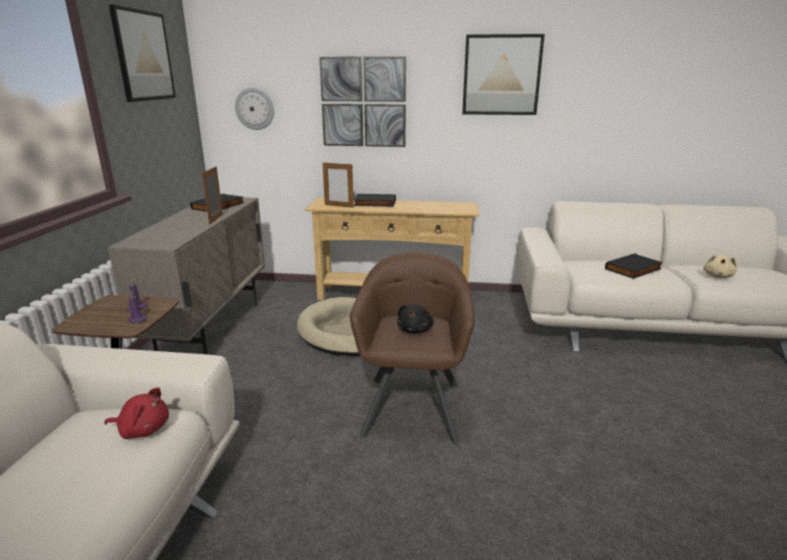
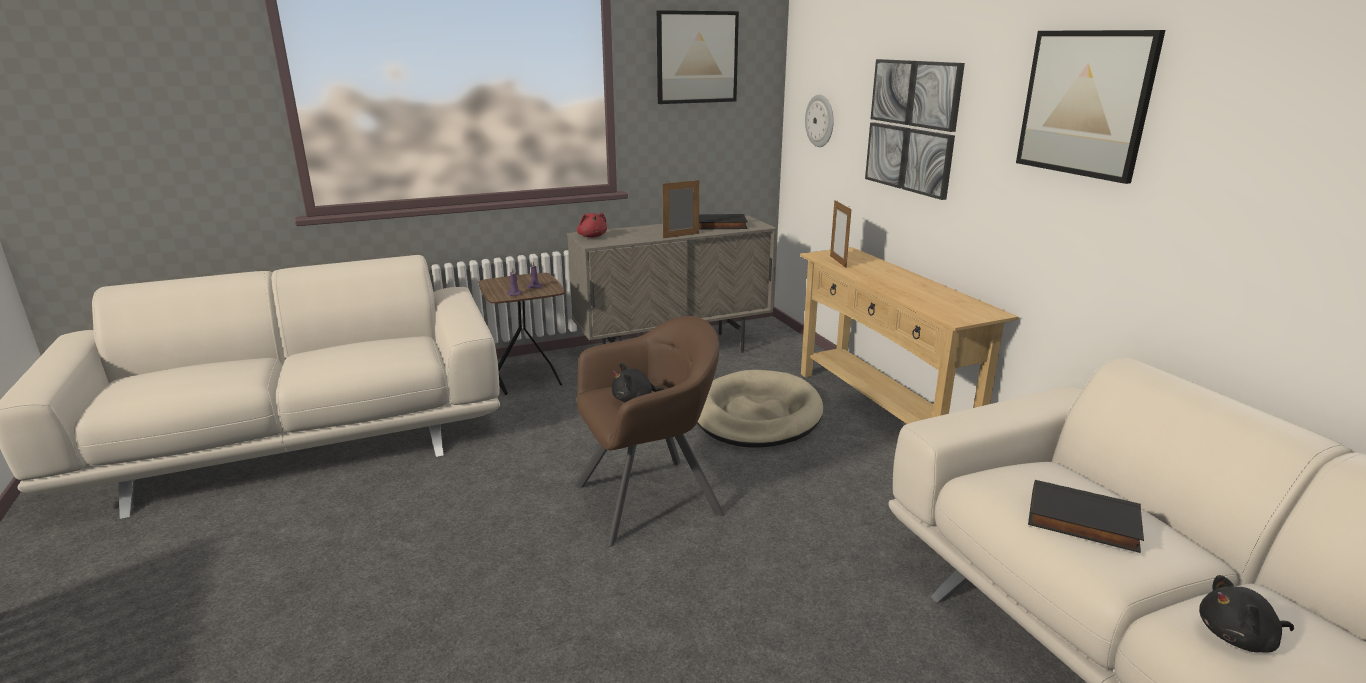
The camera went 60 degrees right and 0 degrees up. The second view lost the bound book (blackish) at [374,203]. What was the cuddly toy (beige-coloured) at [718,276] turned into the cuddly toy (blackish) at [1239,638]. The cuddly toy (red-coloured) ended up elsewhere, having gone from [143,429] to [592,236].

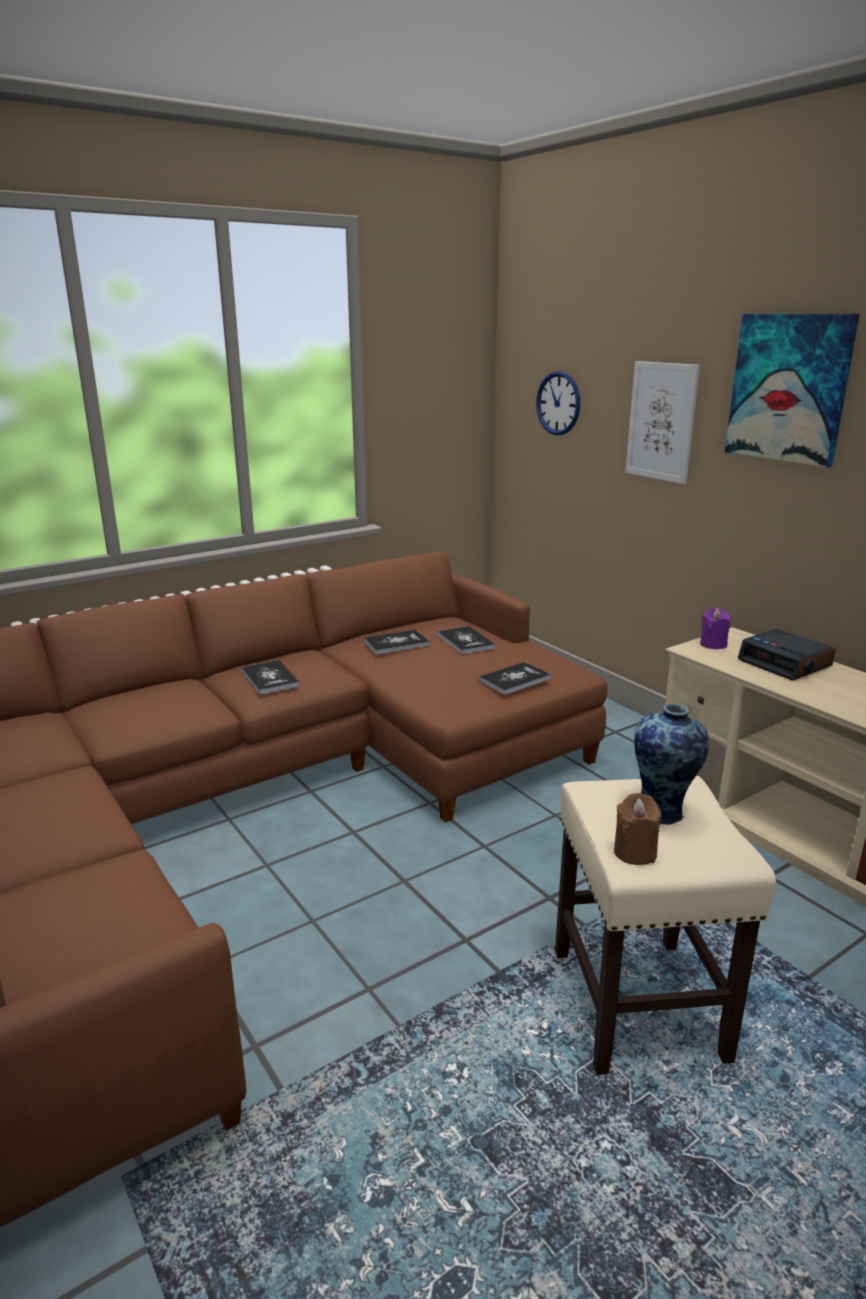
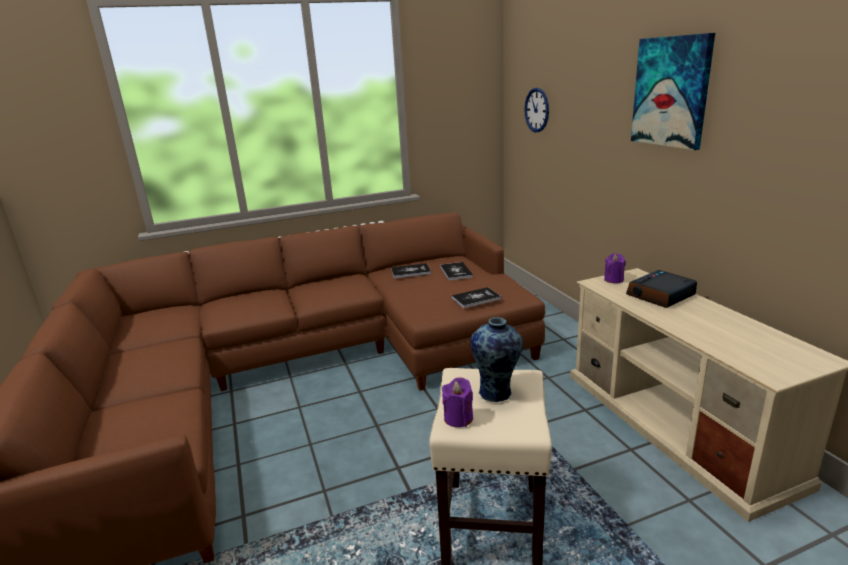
The camera went 15 degrees right and 0 degrees up. The second view lost the picture at [661,421]. The alarm clock at [785,663] ended up facing another way, 75 degrees clockwise from before. The second view lost the bound book at [269,678]. What was the wax light (brown-coloured) at [635,852] turned into the wax light (purple) at [458,418].

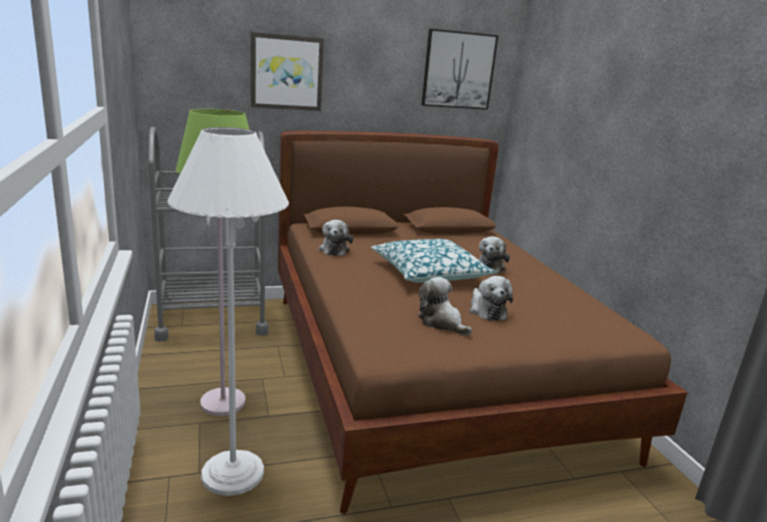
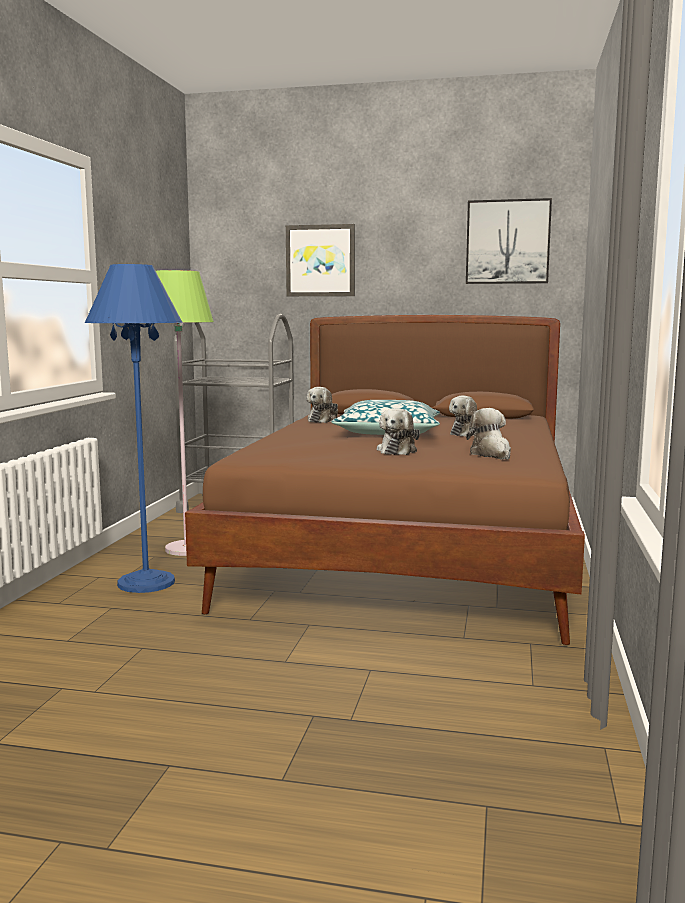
The camera went 30 degrees right and 10 degrees down. What was the standing lamp (whitish) at [232,473] turned into the standing lamp (bluish) at [146,582]. The cuddly toy ended up elsewhere, having gone from [441,322] to [491,454].

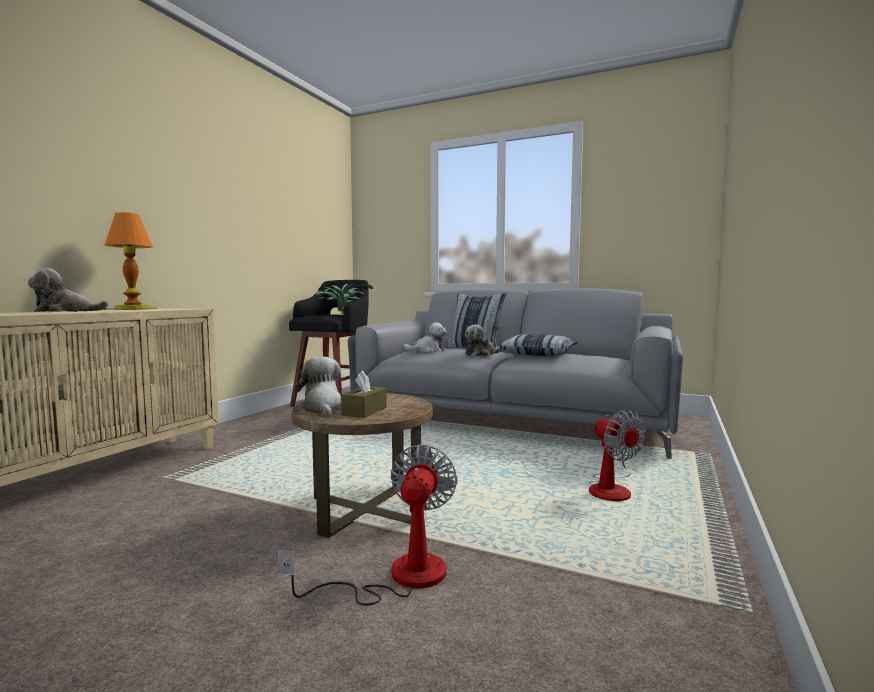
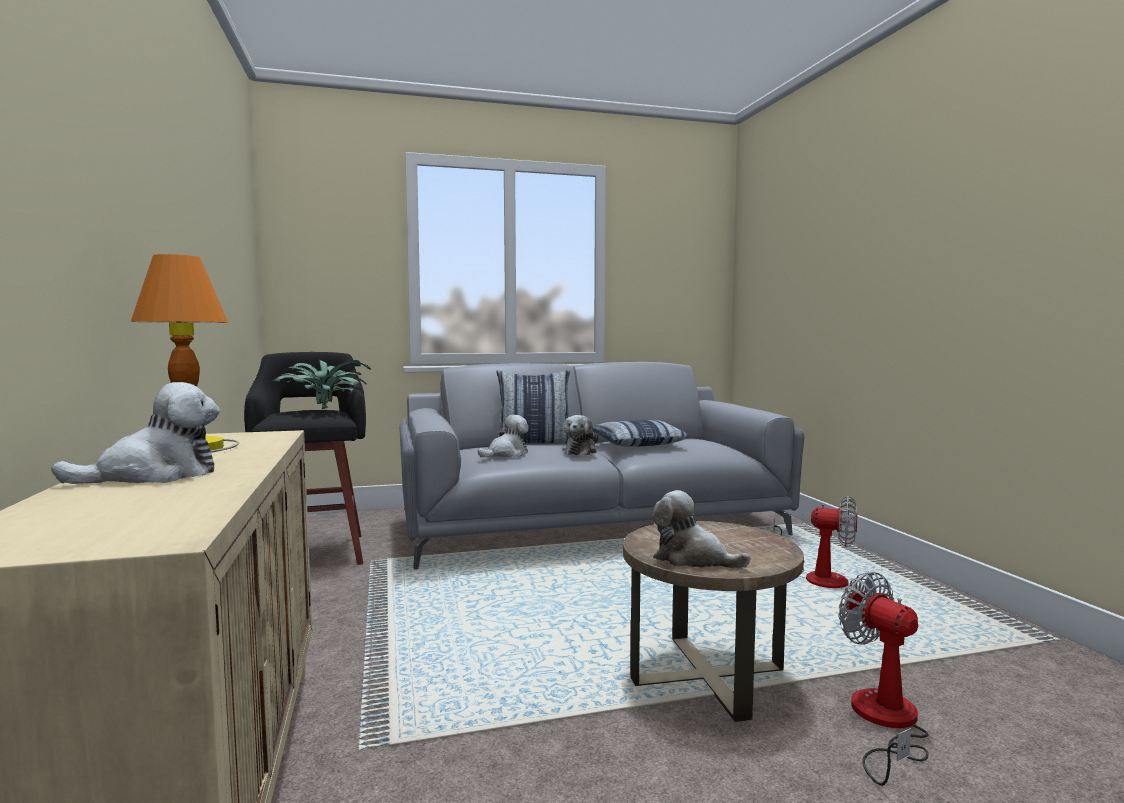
The camera went 40 degrees left and 0 degrees up. The cuddly toy at [65,311] ended up facing another way, 150 degrees counterclockwise from before. The second view lost the box of tissues (brown-coloured) at [364,411].

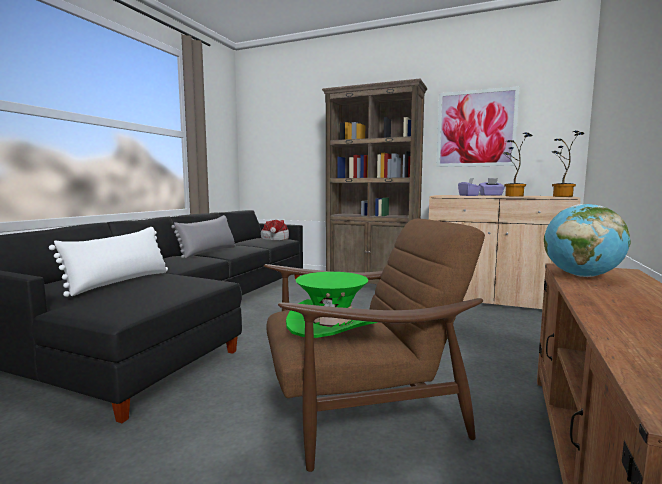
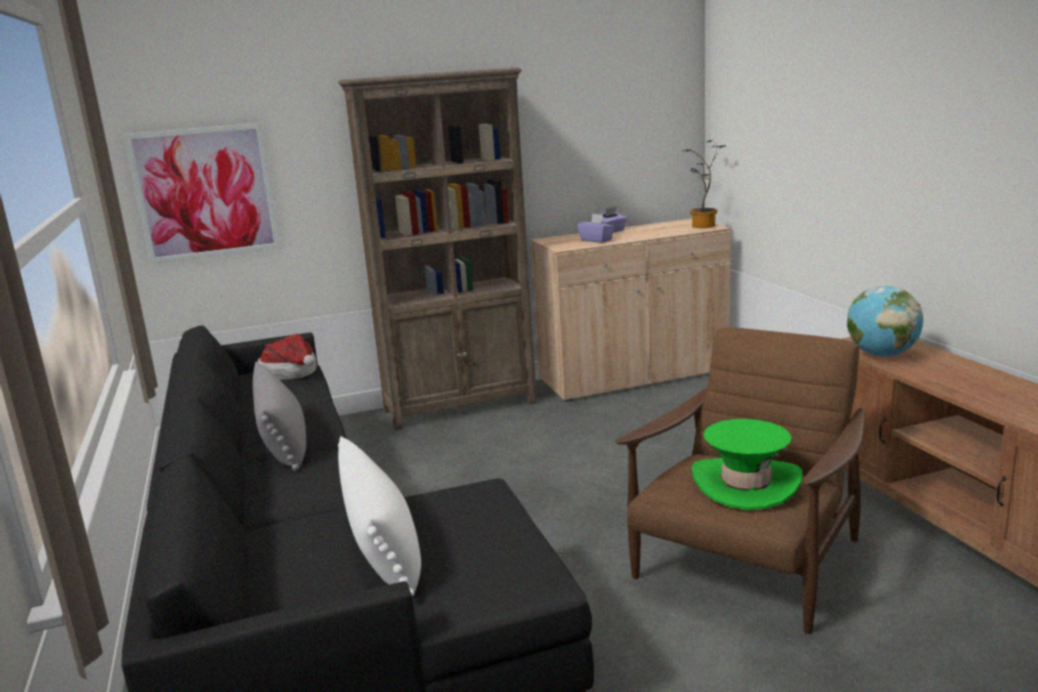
The camera went 40 degrees left and 10 degrees up. The picture ended up elsewhere, having gone from [476,128] to [205,193]. The second view lost the plant in a pot at [512,196].

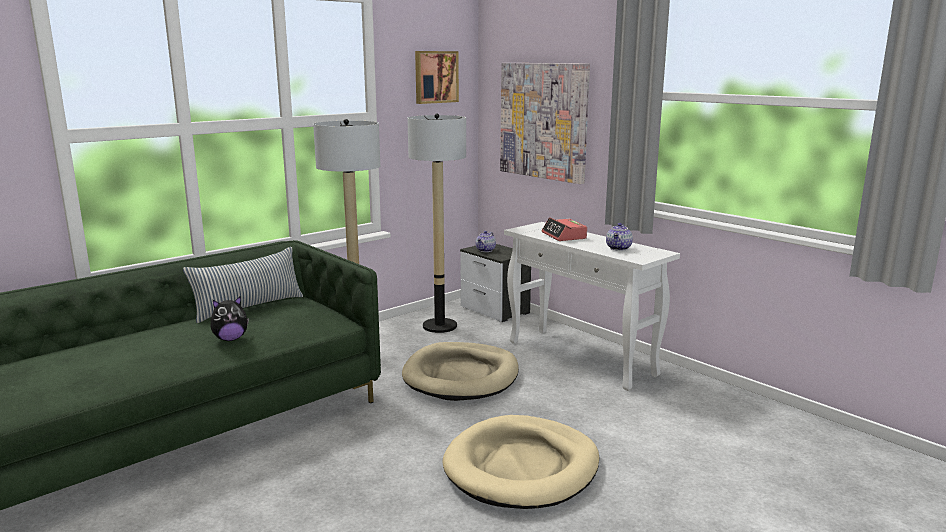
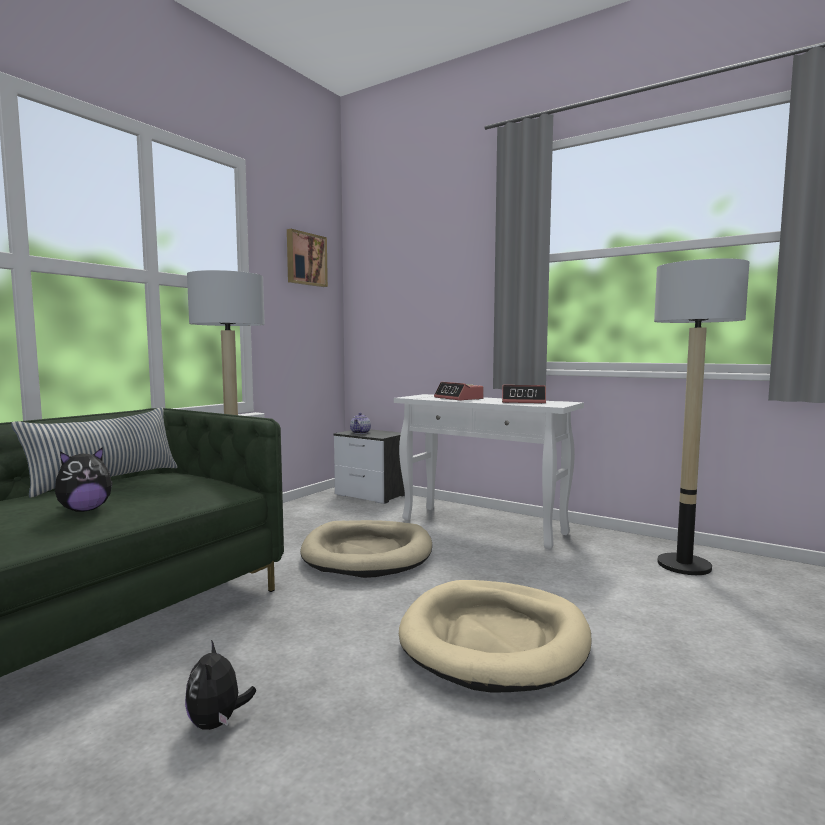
The camera went 15 degrees left and 10 degrees down. The second view lost the picture at [544,121]. The standing lamp ended up elsewhere, having gone from [440,326] to [684,565]. Where the pot for tea stood at [619,248], the alarm clock came to stand at [523,402]. The second view gained the cuddly toy at [217,722].

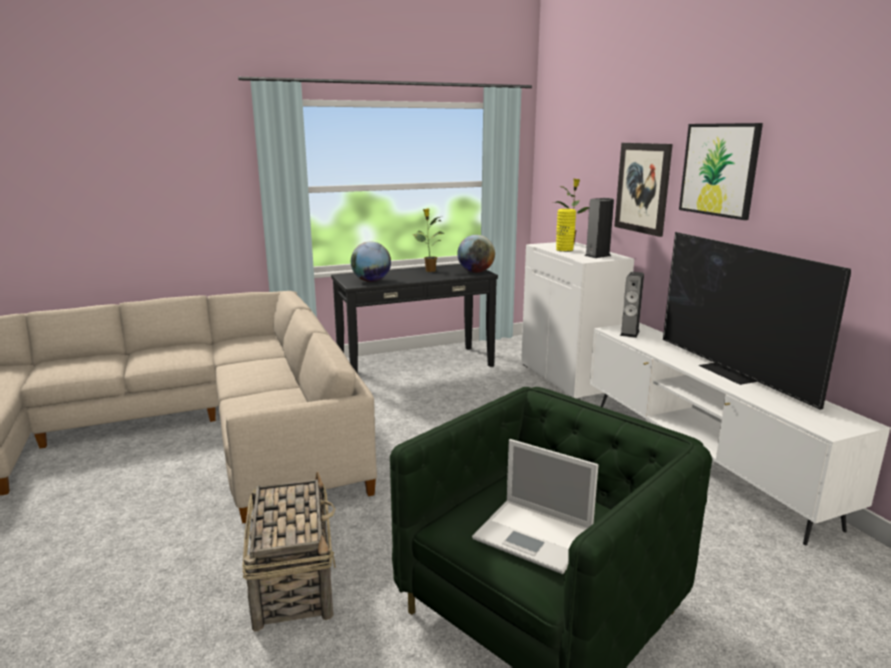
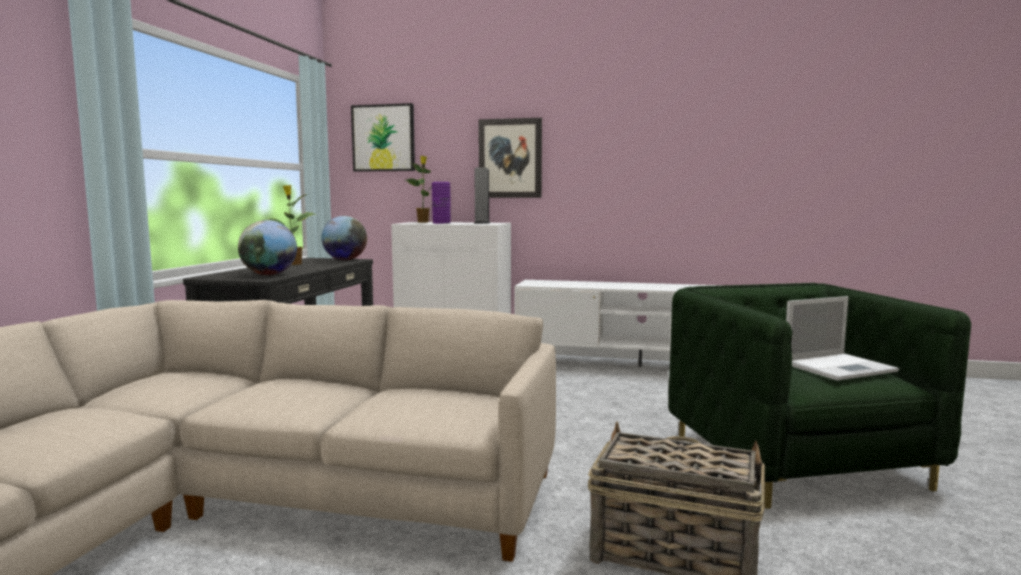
The camera went 55 degrees left and 10 degrees down. The picture ended up elsewhere, having gone from [719,170] to [383,138]. What was the decorative vase (yellowish) at [564,250] turned into the decorative vase (purple) at [441,223]. The second view lost the television at [731,373]. The second view lost the speaker at [629,333].

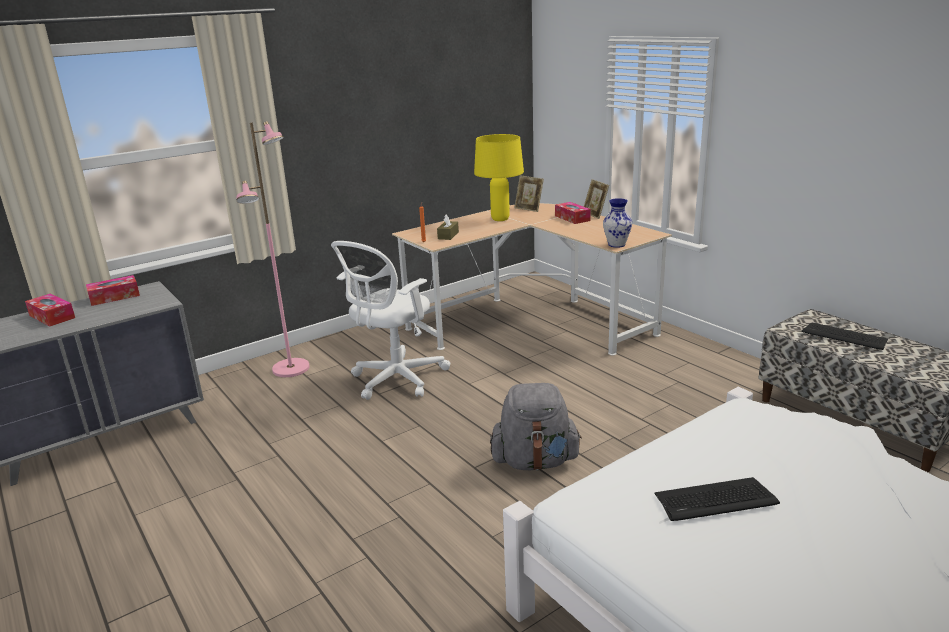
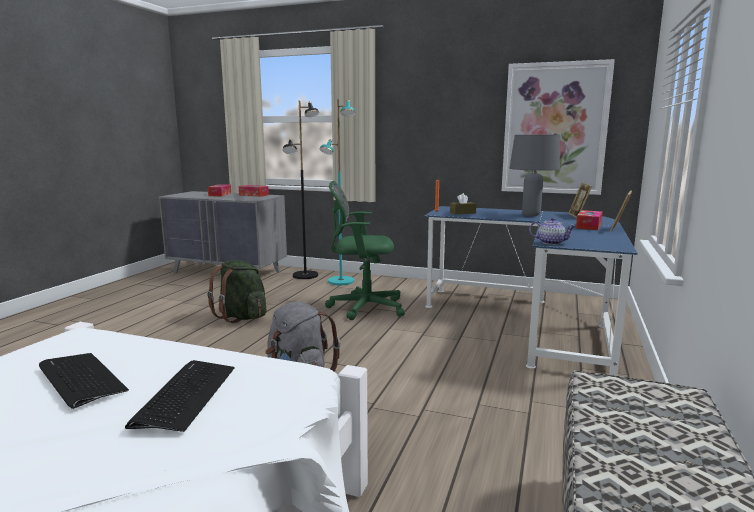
The camera went 55 degrees right and 10 degrees down. What was the standing lamp (pinkish) at [291,369] turned into the standing lamp (turquoise-coloured) at [340,281]. What was the table lamp (yellowish) at [500,219] turned into the table lamp (gray) at [530,215]. Where the decorative vase stood at [616,245], the pot for tea came to stand at [551,243]. What was the desk unit (beige-coloured) at [531,320] turned into the desk unit (bluish) at [530,321]. What was the office chair (whitish) at [395,380] turned into the office chair (greenish) at [363,307]. The keyboard ended up elsewhere, having gone from [844,337] to [185,395]. The second view gained the picture at [554,129]. The second view gained the standing lamp (blackish) at [305,275]. The second view gained the backpack (greenish) at [241,317].

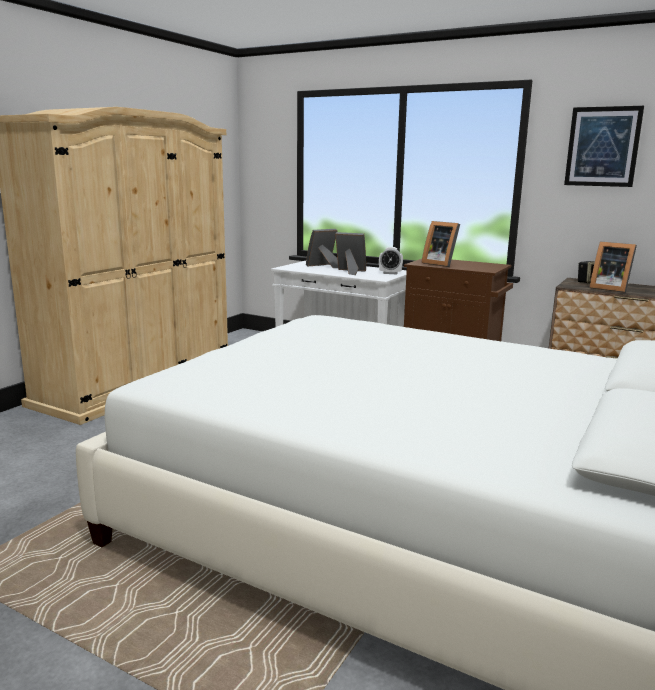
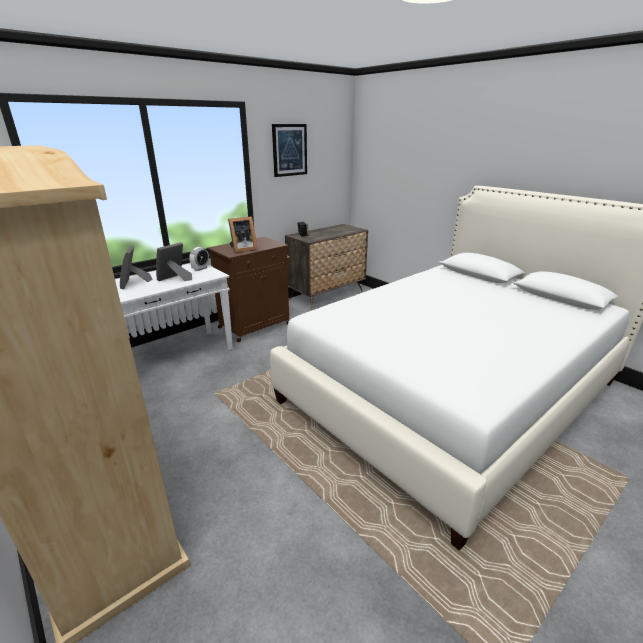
The camera went 70 degrees left and 10 degrees up. The second view lost the photo frame at [609,288].

